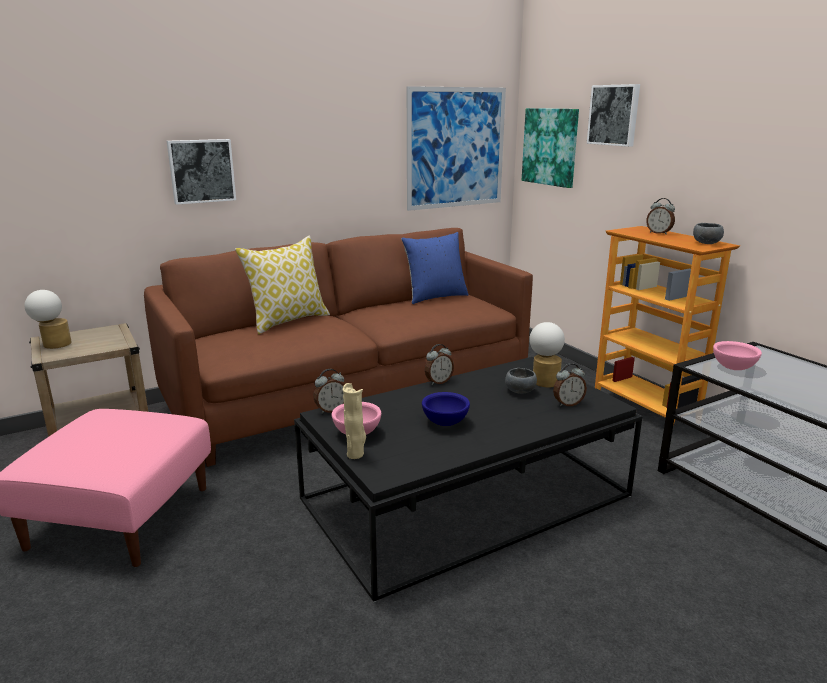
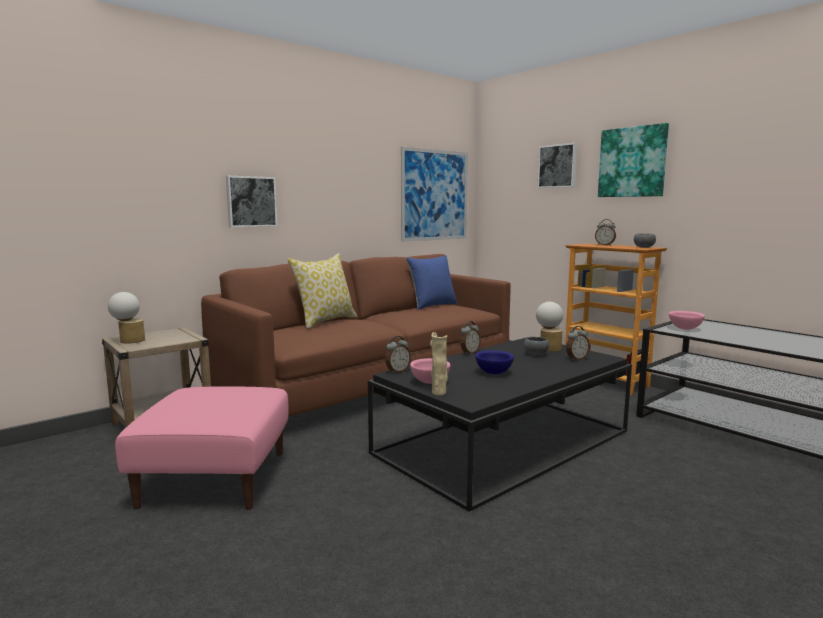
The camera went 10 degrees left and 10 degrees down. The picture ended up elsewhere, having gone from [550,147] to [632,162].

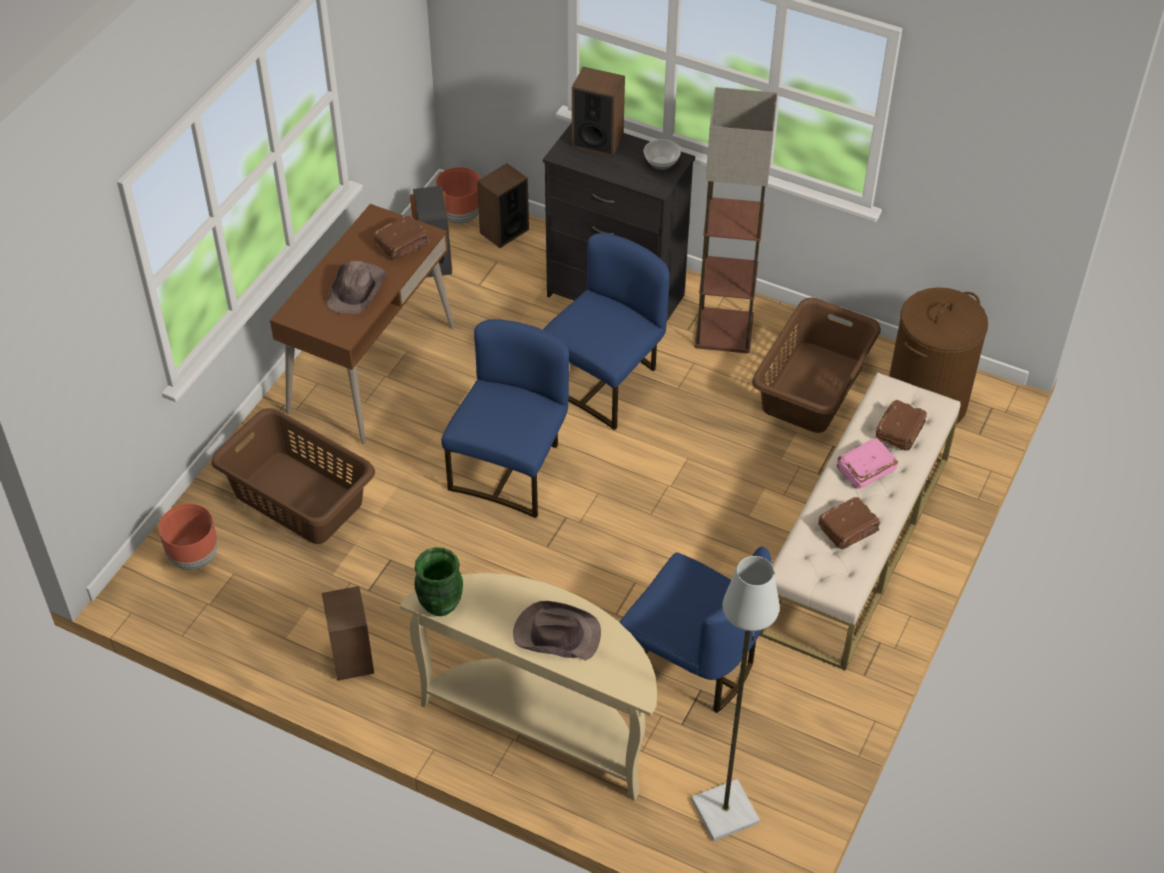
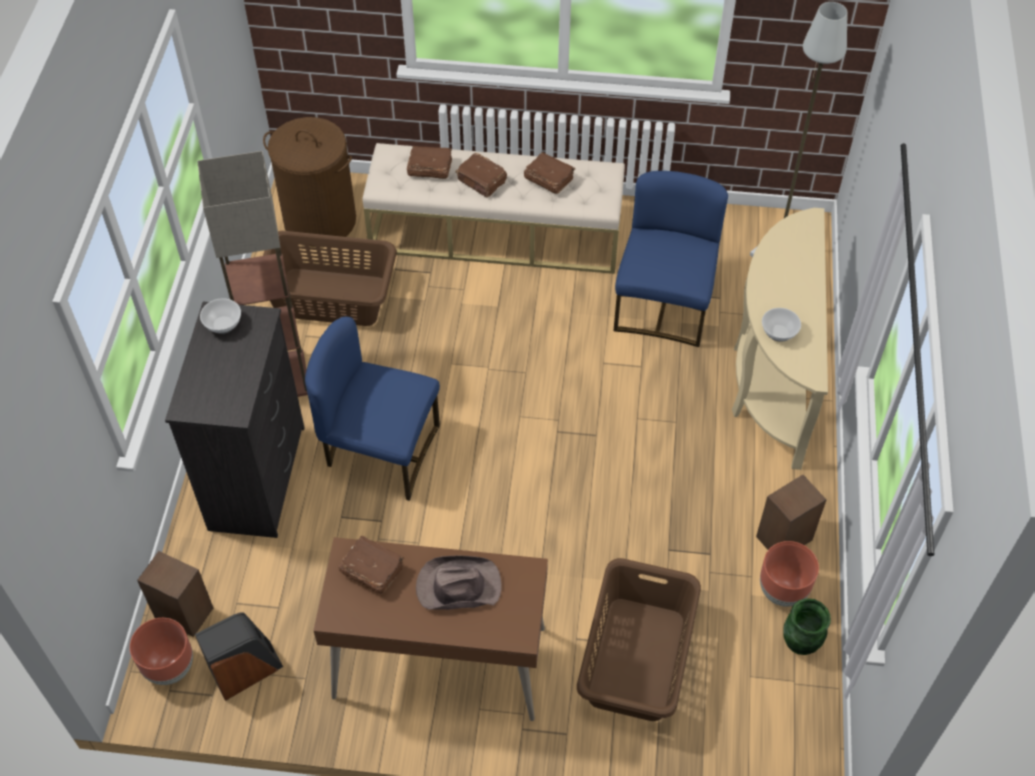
The camera went 110 degrees left and 5 degrees up. The second view lost the speaker at [597,141]. The second view lost the plain chair (bluish) at [511,469]. What was the bound book (pinkish) at [865,470] turned into the bound book (brown-coloured) at [482,181]. The plant pot (brown-coloured) ended up elsewhere, having gone from [194,557] to [782,591]. The decorative vase (greenish) ended up elsewhere, having gone from [440,605] to [800,644]. The second view lost the wearable hat (brown-coloured) at [556,634]. The second view gained the bowl at [779,332].

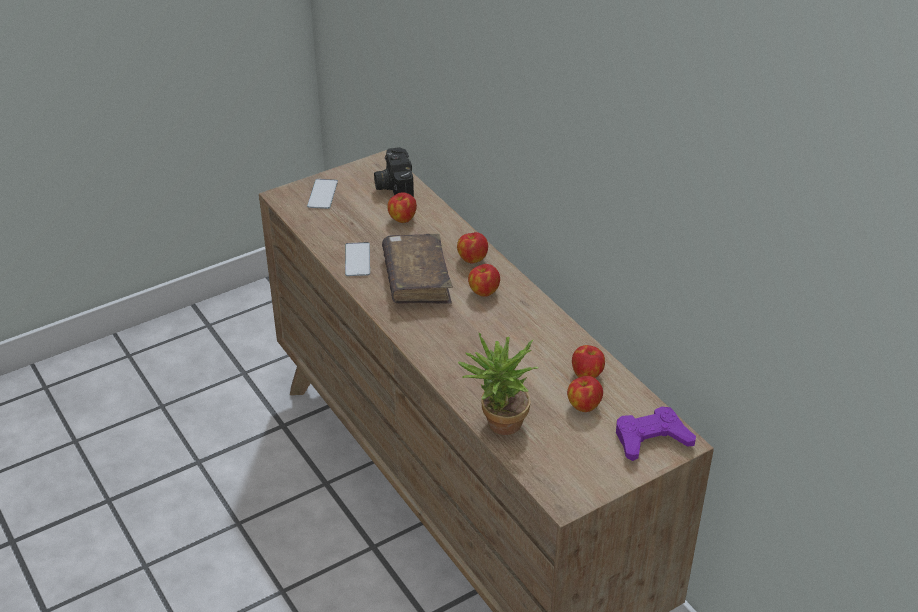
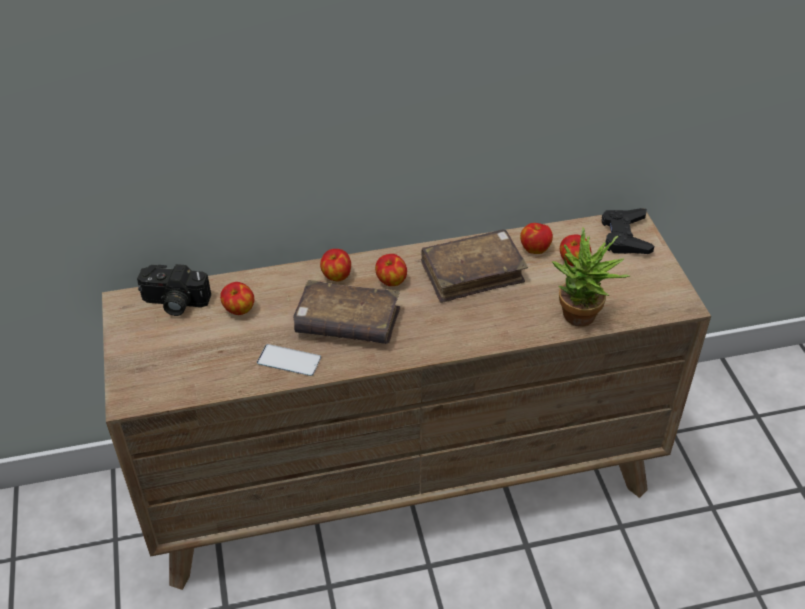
The camera went 70 degrees left and 5 degrees up. The second view lost the telephone at [322,194]. What was the gamepad (purple) at [651,439] turned into the gamepad (blackish) at [625,236]. The second view gained the bound book (brown-coloured) at [472,274].

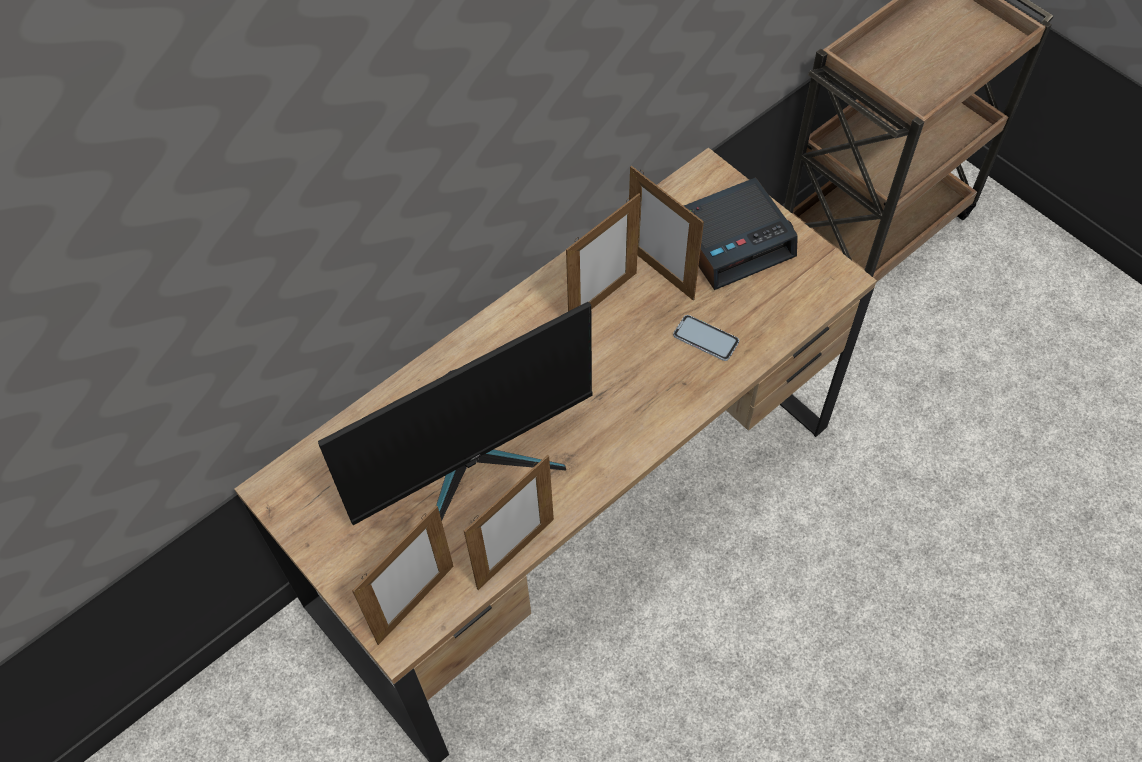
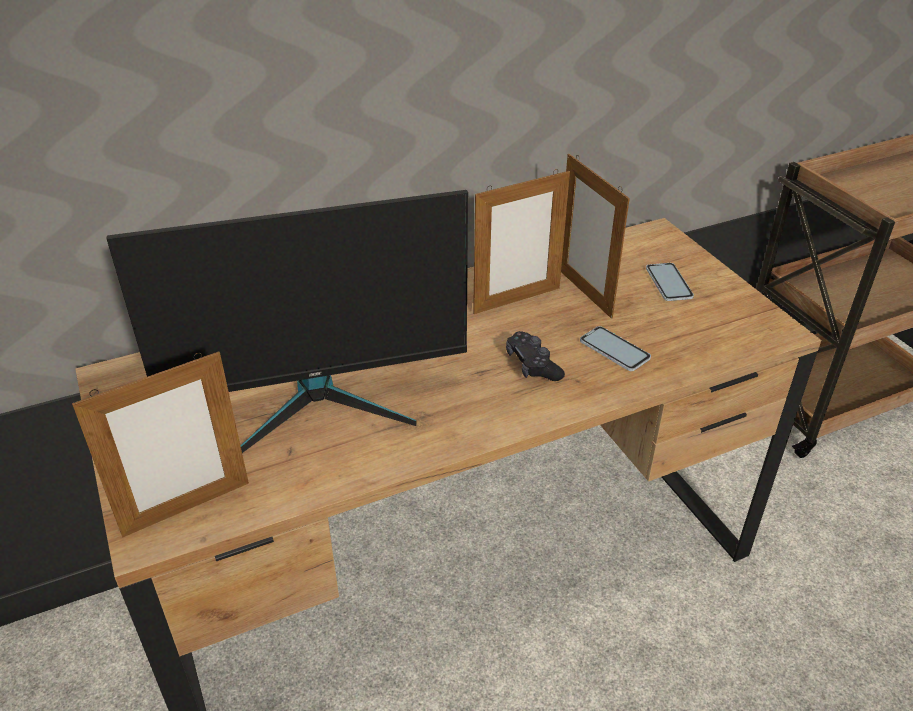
The camera went 15 degrees right and 20 degrees down. Where the alarm clock stood at [733,240], the telephone came to stand at [668,283]. The second view lost the photo frame at [515,553]. The second view gained the gamepad (blackish) at [532,365].

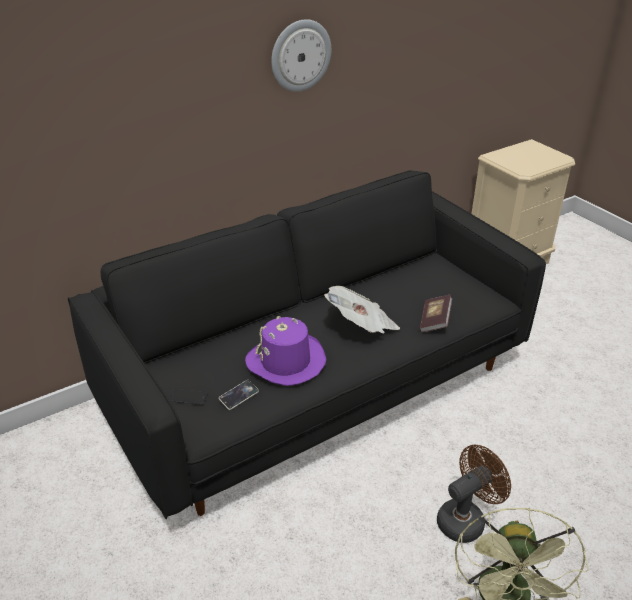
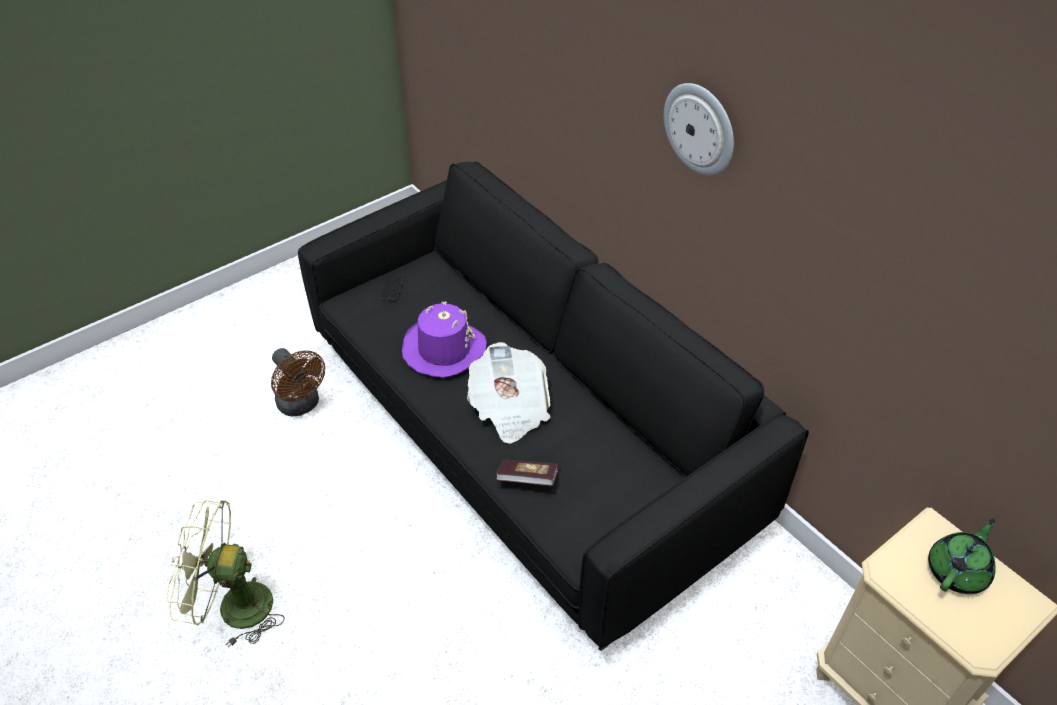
The camera went 85 degrees right and 10 degrees up. The second view lost the telephone at [239,396]. The cooling fan (brown-coloured) ended up elsewhere, having gone from [466,519] to [302,405]. The second view gained the pot for tea (greenish) at [957,571].

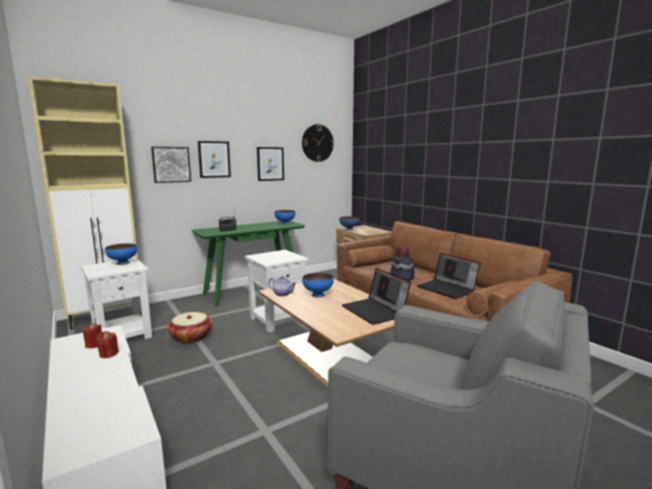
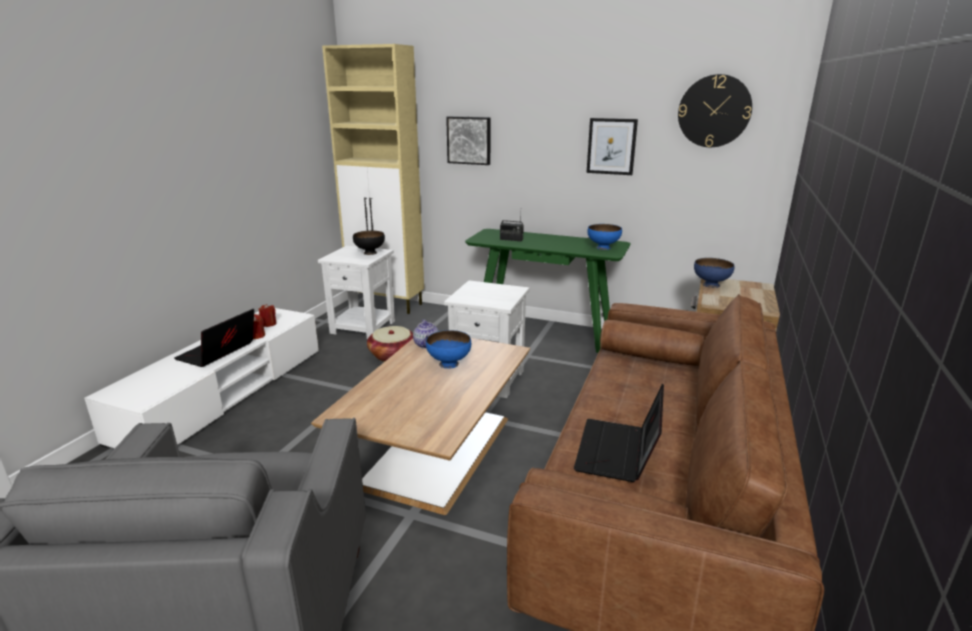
The camera went 55 degrees right and 10 degrees up. The second view lost the picture at [214,159]. What was the bowl (bluish) at [123,263] turned into the bowl (blackish) at [370,252]. The second view lost the wearable hat at [402,277]. The laptop ended up elsewhere, having gone from [375,311] to [218,353].

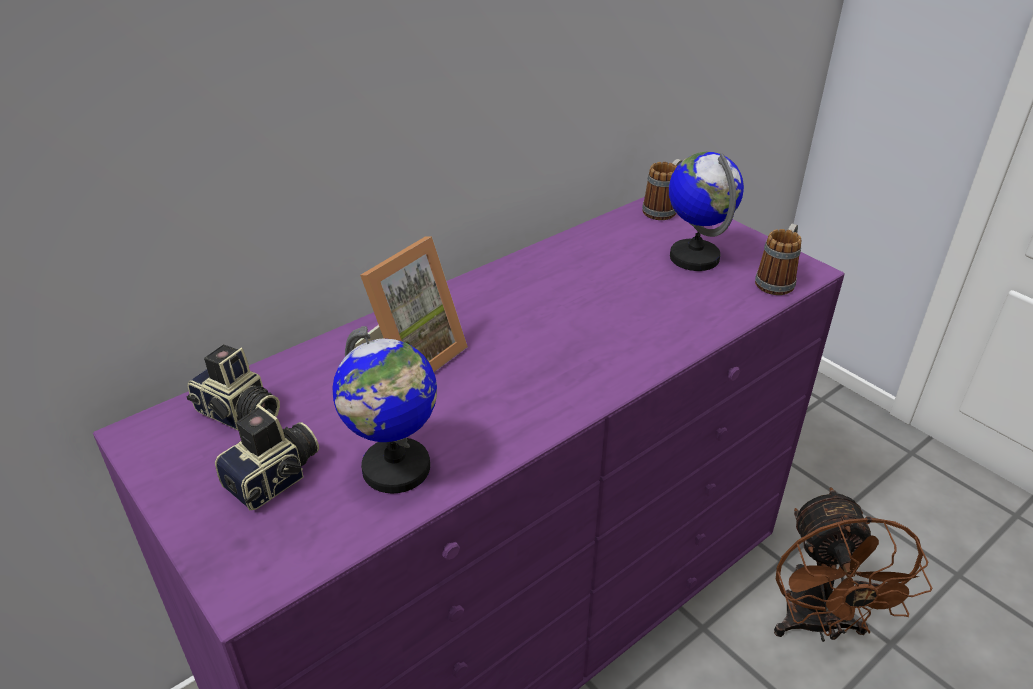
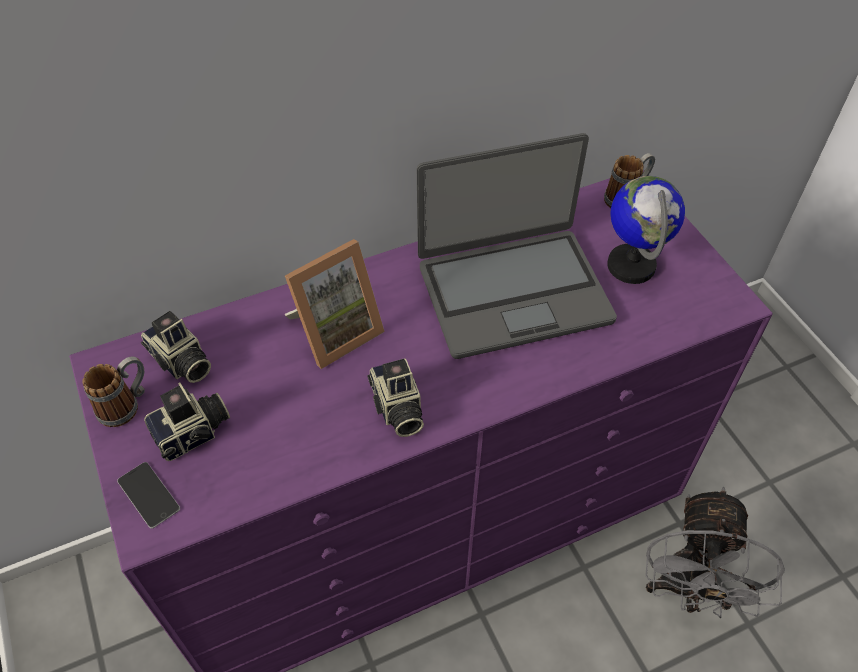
The camera went 15 degrees right and 15 degrees up. The mug ended up elsewhere, having gone from [777,281] to [126,405]. The second view lost the globe at [396,469]. What was the cooling fan (brown-coloured) at [817,626] turned into the cooling fan (gray) at [687,591]. The second view gained the laptop at [513,291]. The second view gained the still camera at [397,409]. The second view gained the telephone at [148,495].

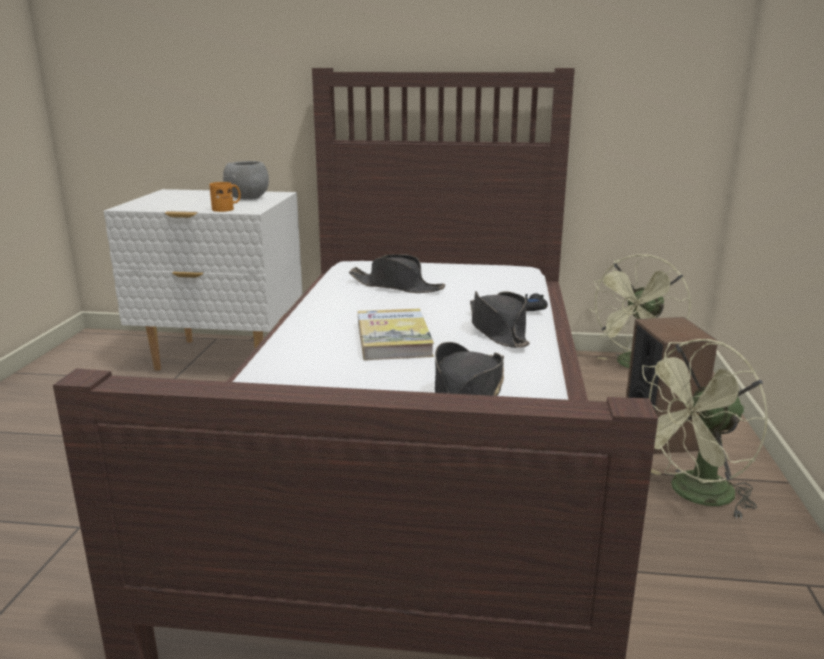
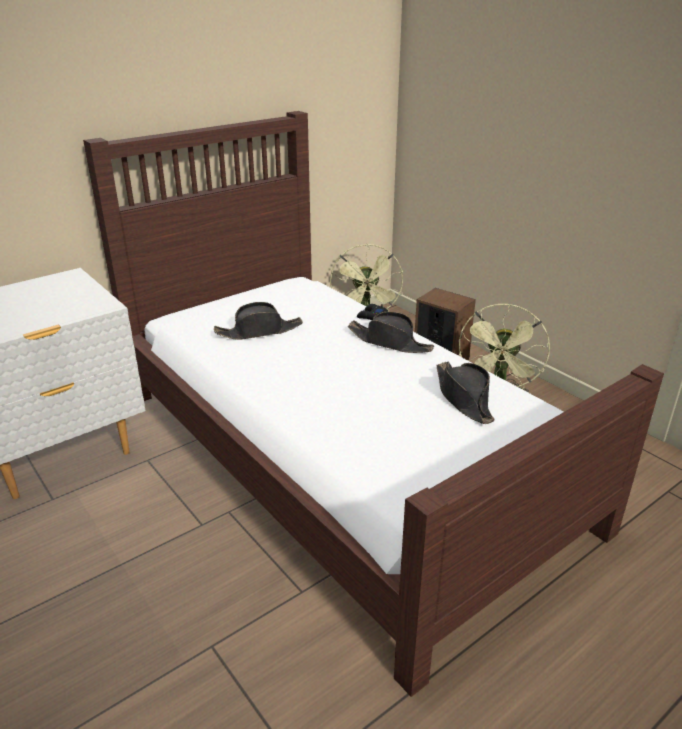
The camera went 45 degrees left and 10 degrees up. The second view lost the bowl (gray) at [248,198]. The second view lost the mug (orangey) at [227,209]. The second view lost the bound book at [393,339].

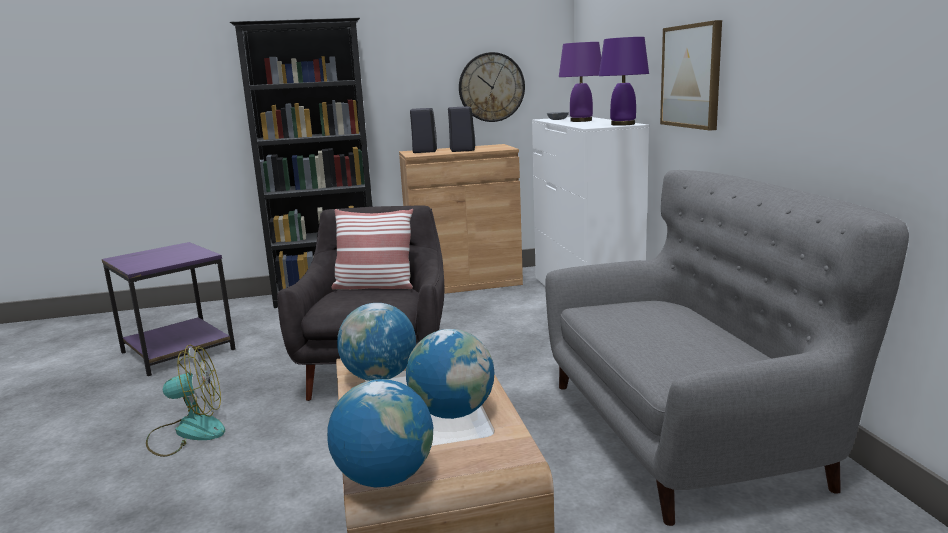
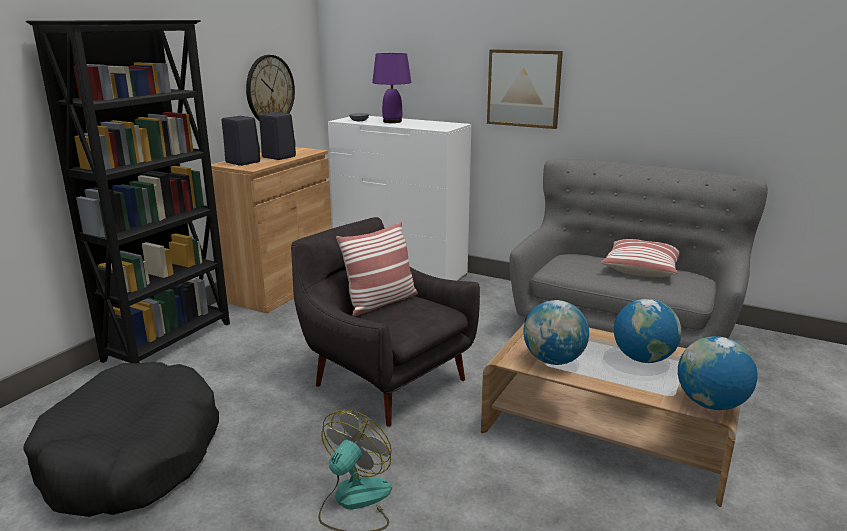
The camera went 50 degrees left and 5 degrees up. The second view lost the table lamp (purple) at [622,124]. Where the accent table (purple) stood at [178,350], the pet bed (blackish) came to stand at [132,457]. The second view gained the throw pillow at [640,269].

